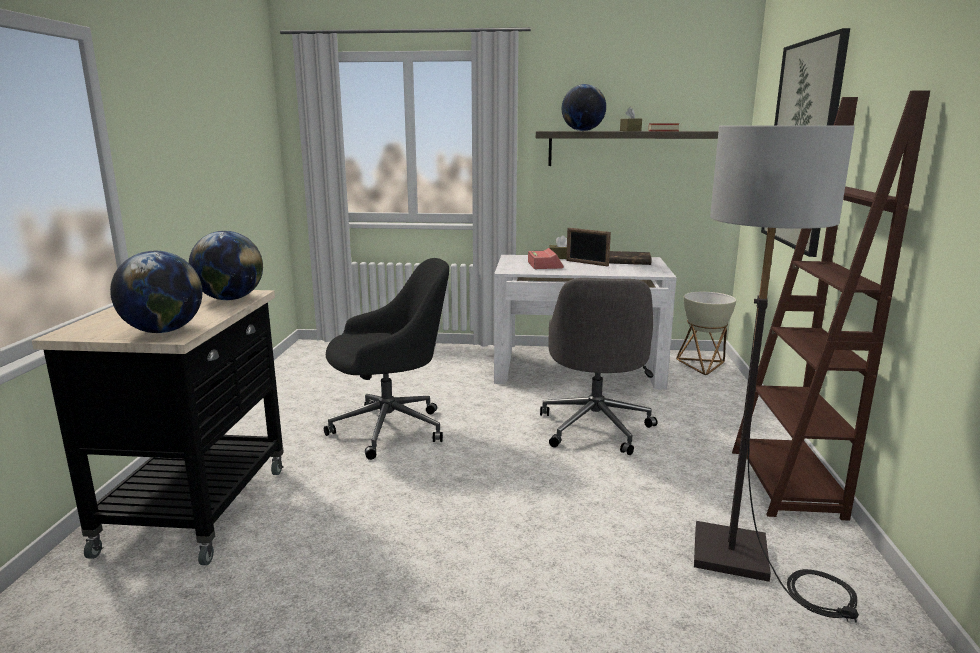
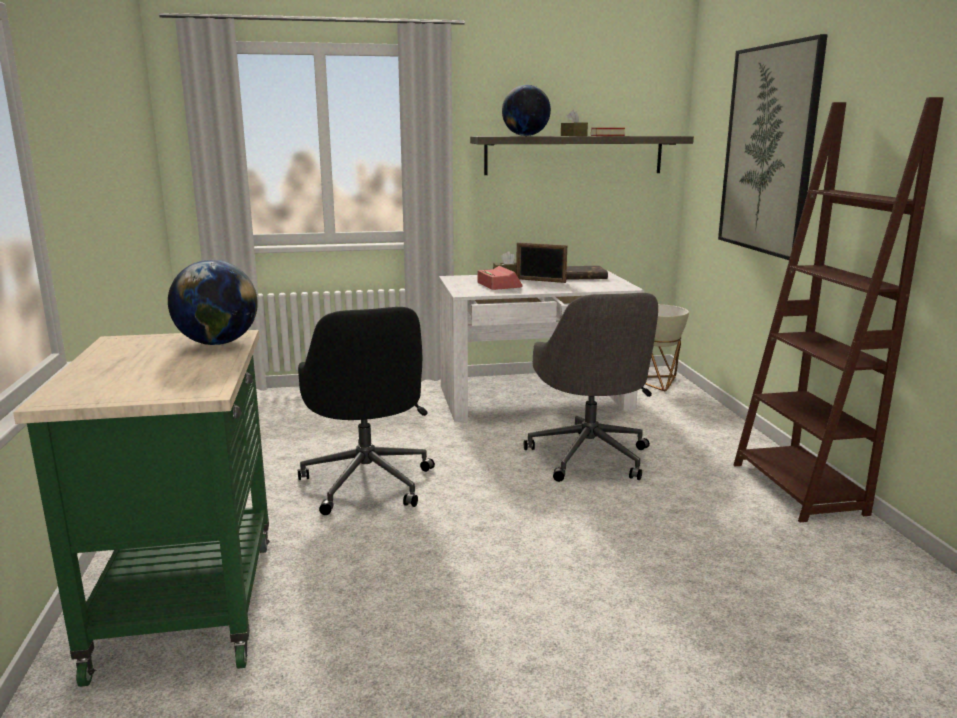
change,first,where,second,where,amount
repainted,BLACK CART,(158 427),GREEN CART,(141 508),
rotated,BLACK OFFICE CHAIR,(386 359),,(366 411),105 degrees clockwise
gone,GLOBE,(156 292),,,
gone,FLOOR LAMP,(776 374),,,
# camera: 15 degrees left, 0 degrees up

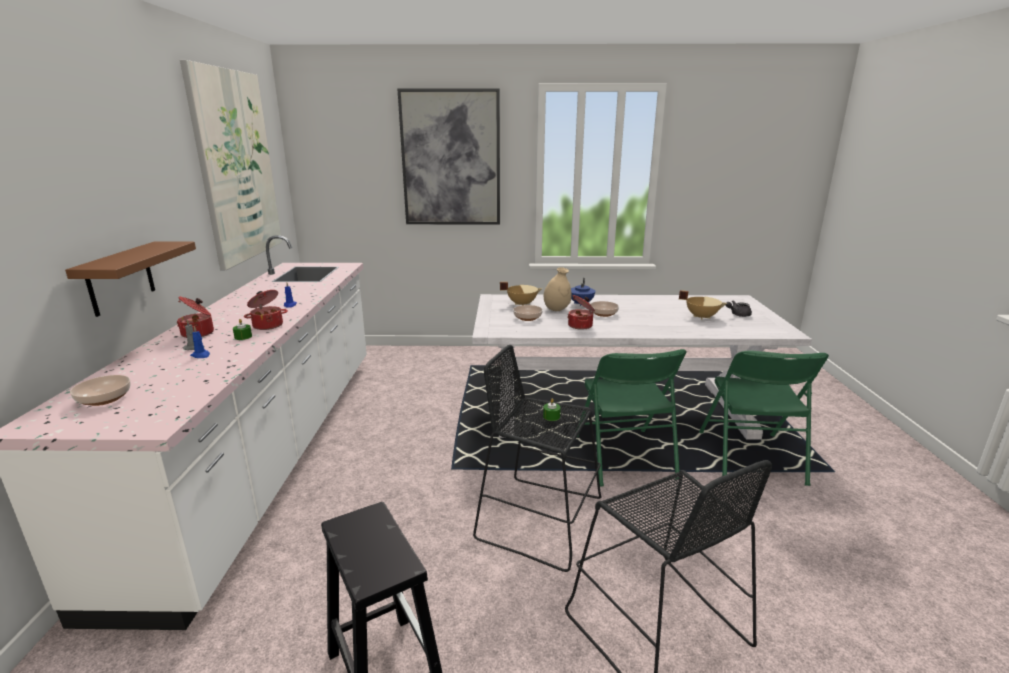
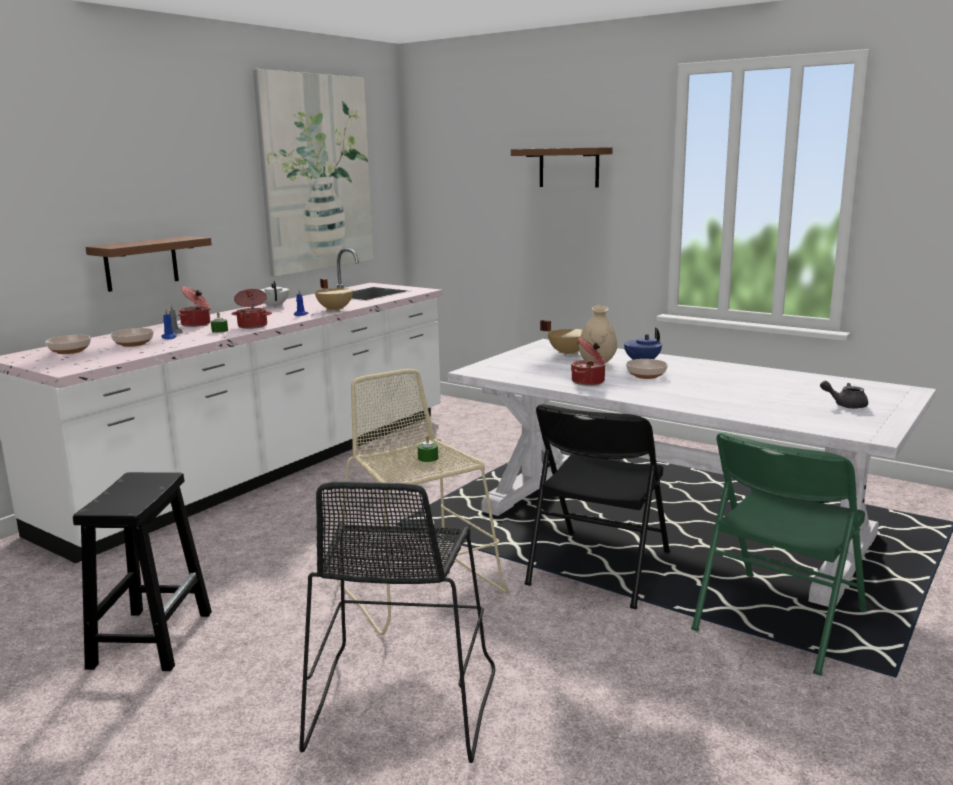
change,first,where,second,where,amount
shifted,BOWL,(528 313),,(132 337),
new,,,WHITE TEAPOT,(274 294),
shifted,BEIGE COOKING POT,(703 305),,(334 294),
repainted,BLACK STOOL,(537 458),BEIGE STOOL,(423 502),
swapped,PICTURE,(448 156),BROWN SHELF,(562 167),
repainted,GREEN CHAIR,(631 418),BLACK CHAIR,(597 506),
# camera: 35 degrees right, 5 degrees down

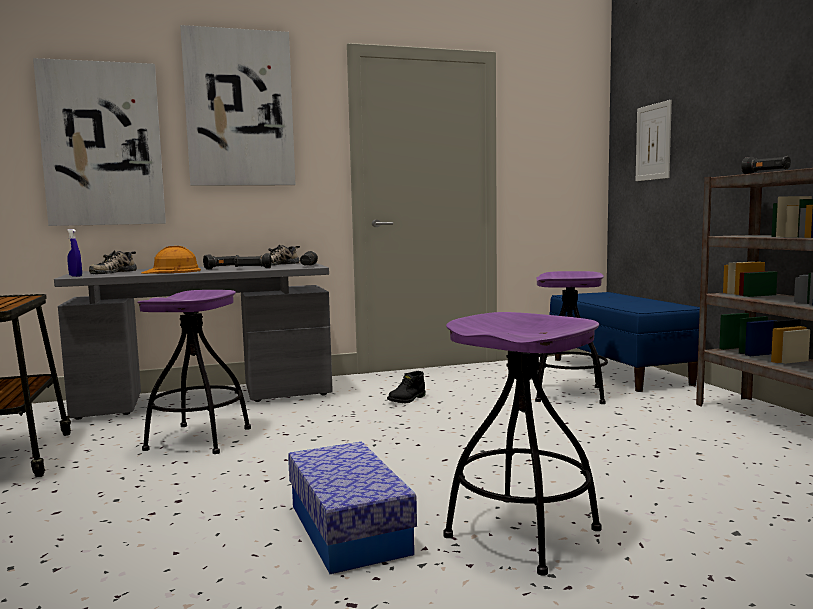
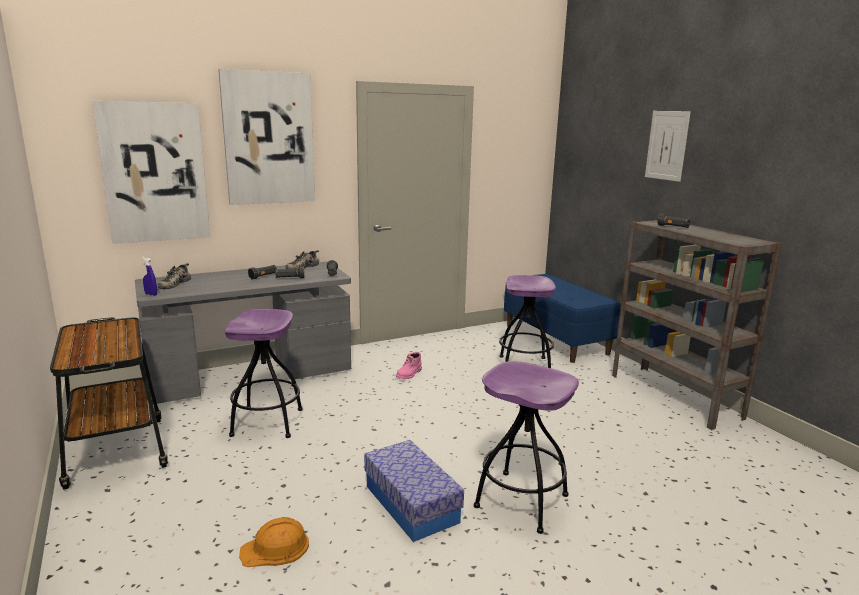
change,first,where,second,where,amount
shifted,ORANGE HARD HAT,(171 260),,(274 542),
repainted,BLACK BOOT,(406 387),PINK BOOT,(409 365),
shifted,PICTURE,(654 140),,(668 146),
# camera: 10 degrees left, 10 degrees up

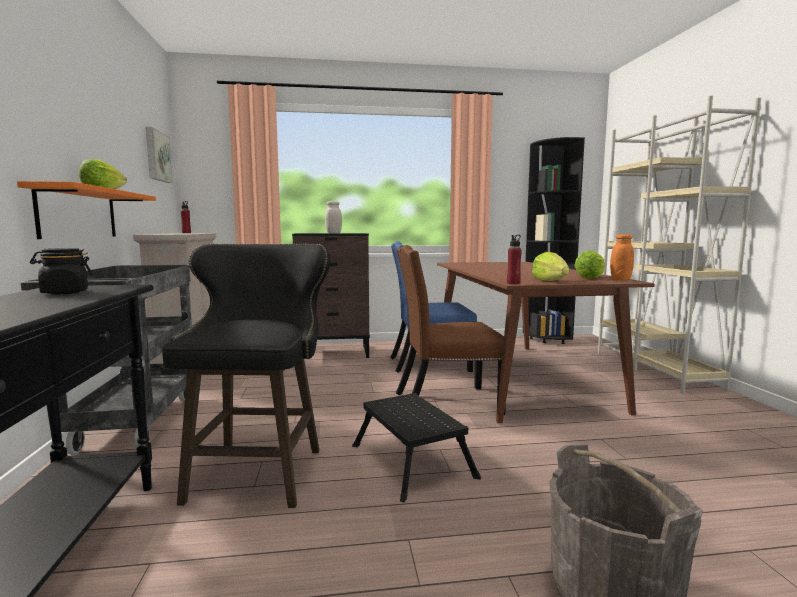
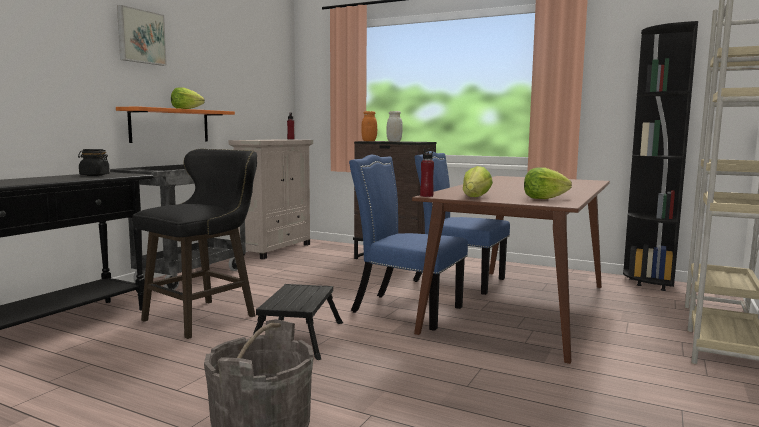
change,first,where,second,where,amount
shifted,PICTURE,(159 155),,(142 35),
repainted,BROWN CHAIR,(451 330),BLUE CHAIR,(408 243),
shifted,ORANGE JAR,(622 257),,(369 126),
# camera: 35 degrees right, 0 degrees up

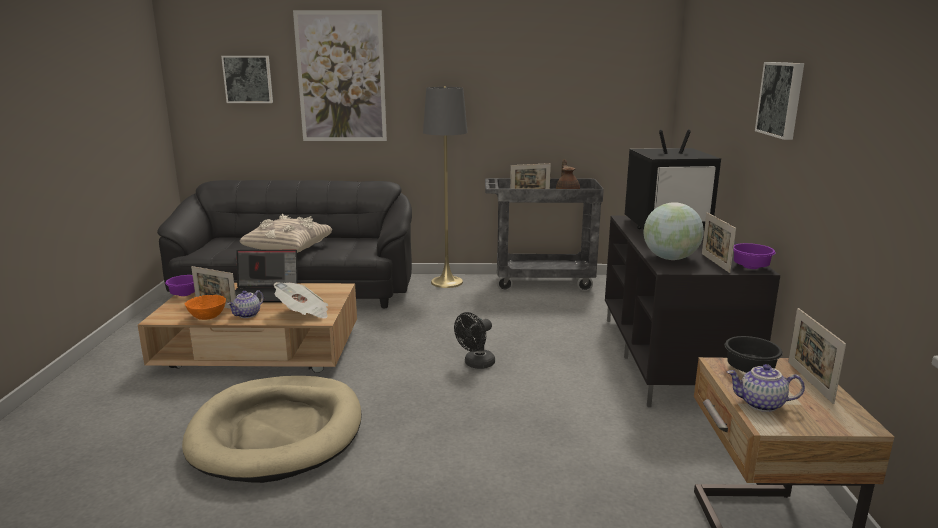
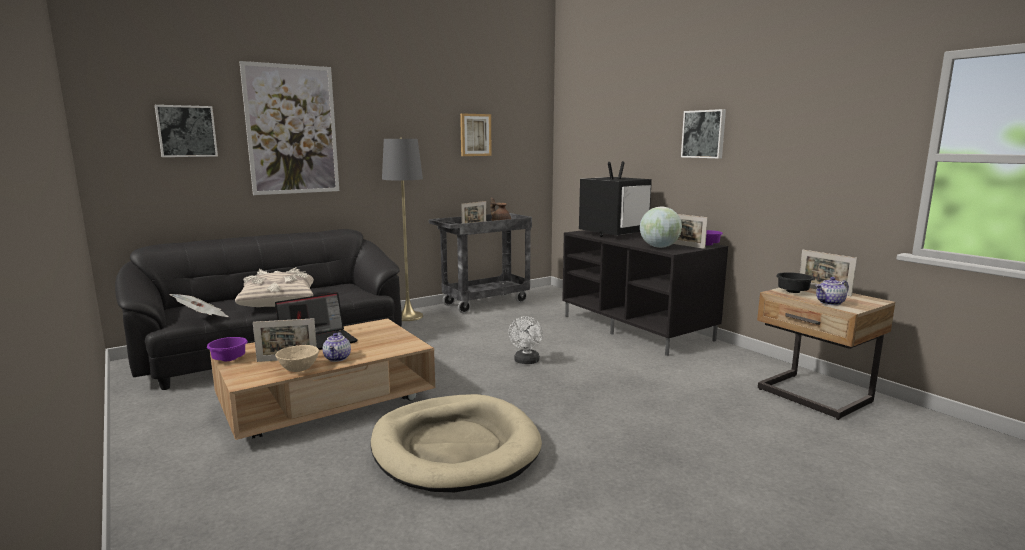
change,first,where,second,where,amount
shifted,NEWSPAPER,(301 300),,(199 305),
repainted,ORANGE BOWL,(205 307),BEIGE BOWL,(297 358),
new,,,PICTURE,(476 134),
repainted,BLACK FAN,(474 340),WHITE FAN,(525 340),
# camera: 35 degrees left, 5 degrees down

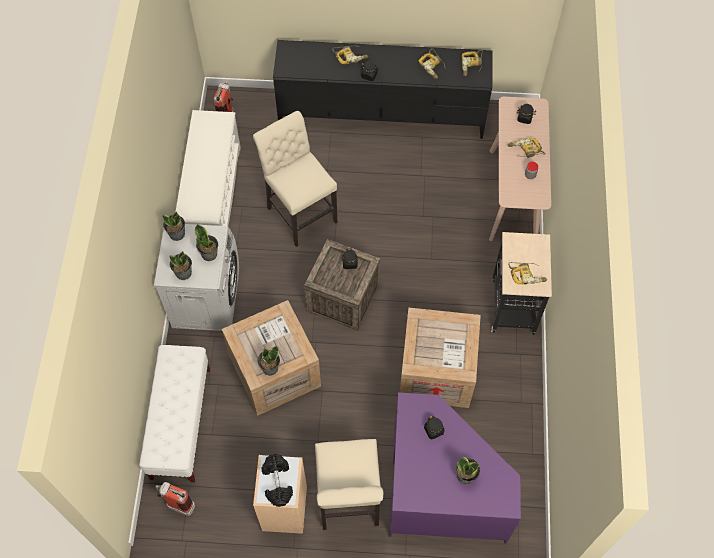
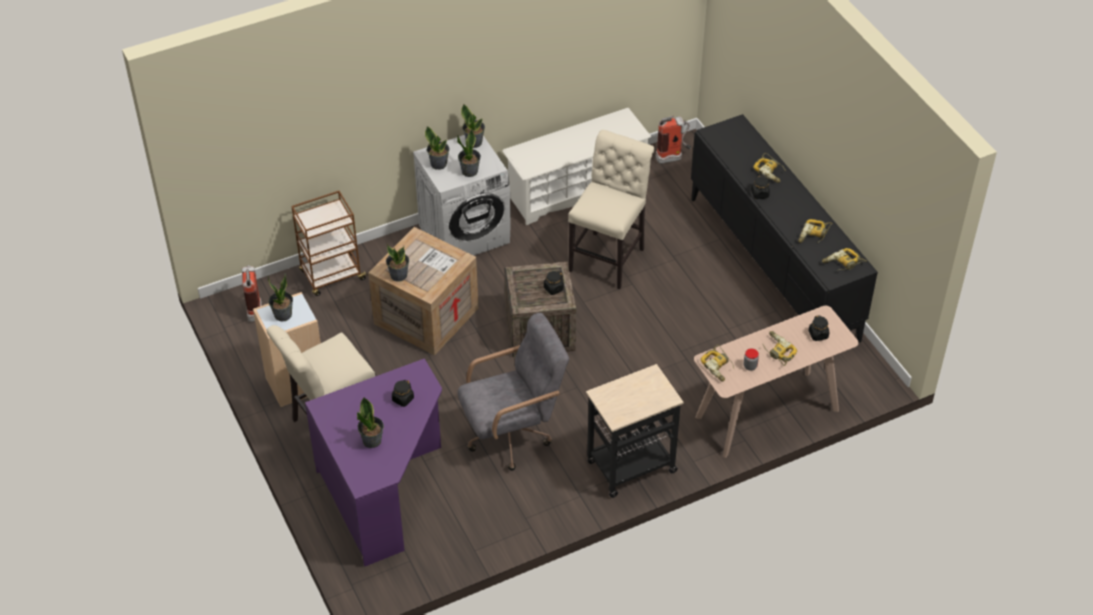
change,first,where,second,where,amount
swapped,BLACK DUMBBELL,(277 480),POTTED PLANT,(280 297),
swapped,WHITE BENCH,(174 414),BROWN CART,(329 243),
swapped,CRATE,(440 357),GREY OFFICE CHAIR,(513 392),
shifted,POWER DRILL,(527 273),,(717 363),
# camera: 60 degrees right, 15 degrees down

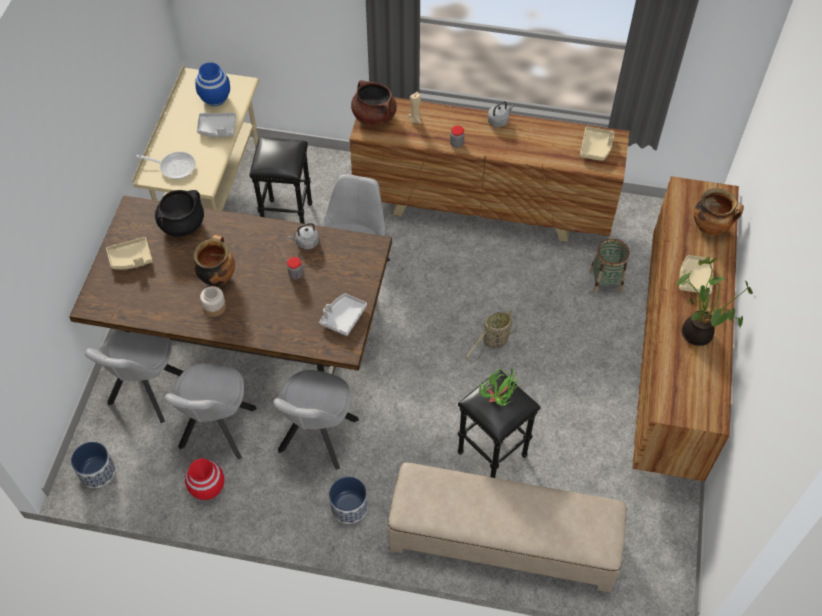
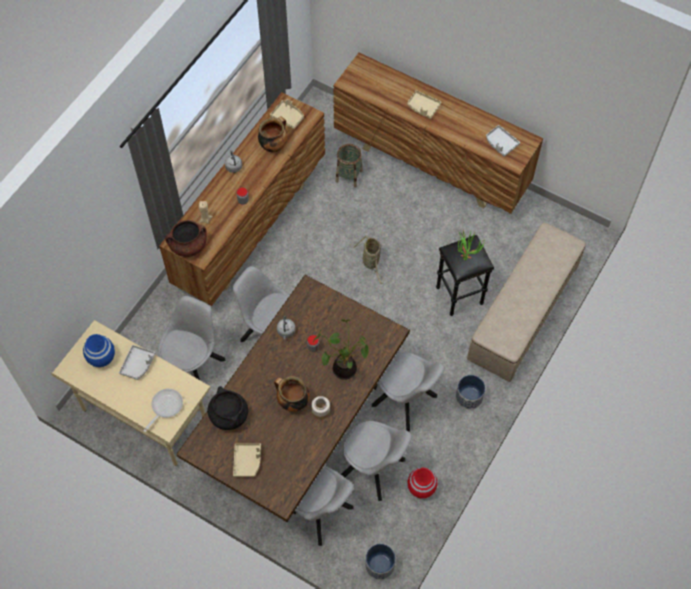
change,first,where,second,where,amount
swapped,BLACK STOOL,(280 180),GREY CHAIR,(192 338),
shifted,COOKING POT,(719 211),,(272 134),
shifted,POTTED PLANT,(714 301),,(340 350),
shifted,GREY TRAY,(343 314),,(503 141),
# camera: 70 degrees left, 5 degrees up

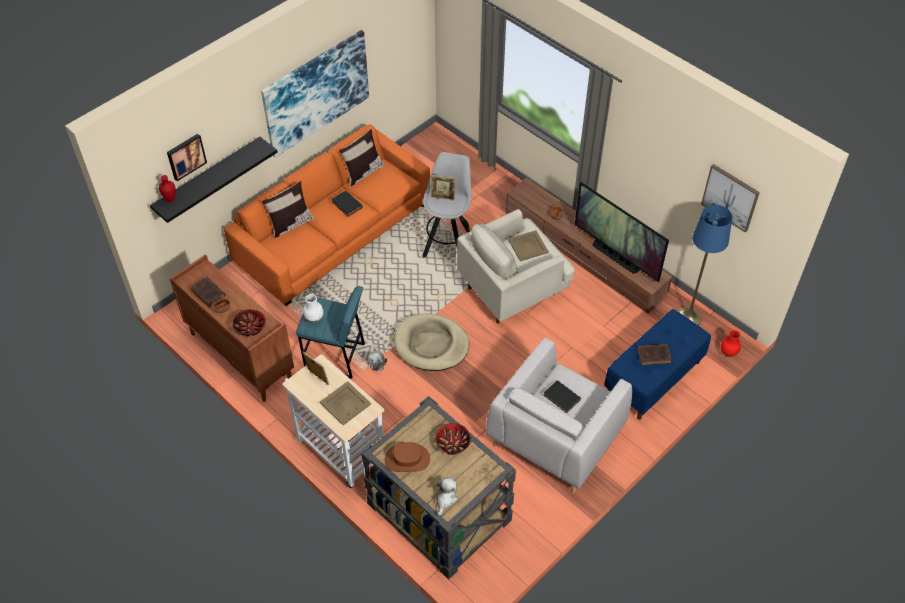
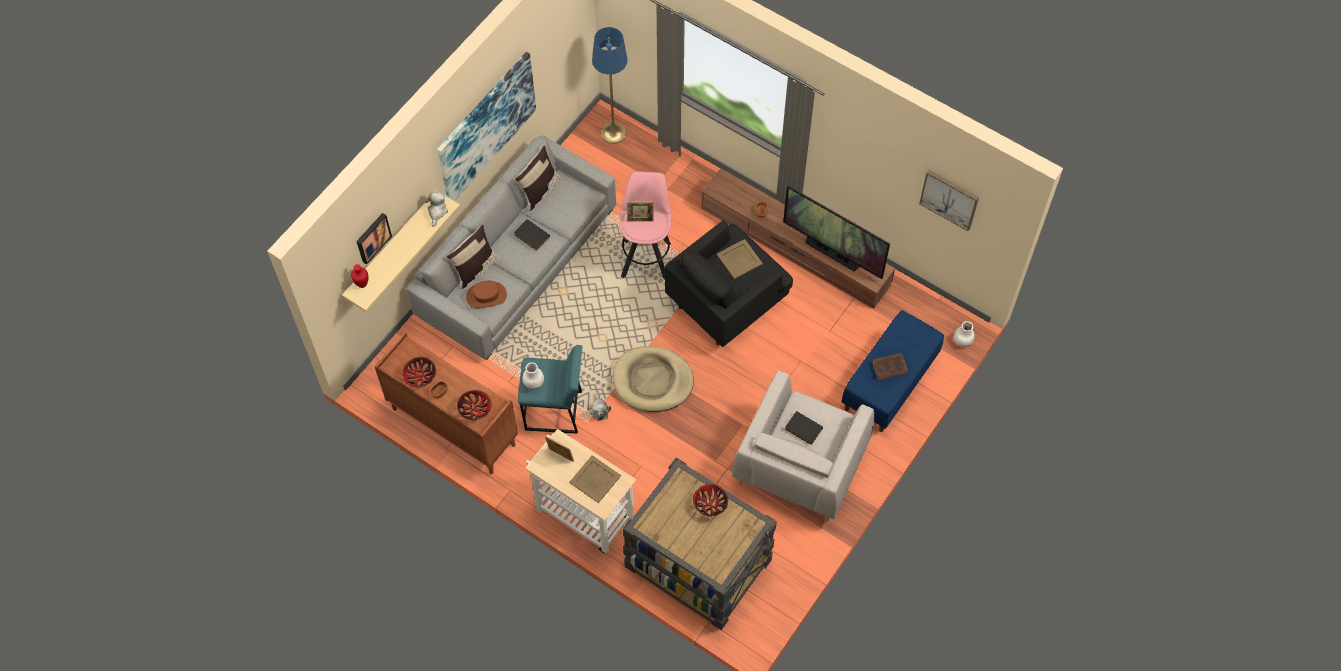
change,first,where,second,where,amount
repainted,BLACK SHELF,(214 180),BEIGE SHELF,(401 251),
swapped,BROWN BOOK,(208 292),BOWL,(419 372),
repainted,ORANGE SOFA,(327 215),GREY SOFA,(511 247),
shifted,PLUSH TOY,(445 496),,(436 209),
shifted,BROWN HAT,(407 457),,(486 295),
shifted,BLUE FLOOR LAMP,(705 265),,(610 85),
repainted,GREY STOOL,(447 204),PINK STOOL,(645 225),
repainted,BEIGE ARMCHAIR,(516 266),BLACK ARMCHAIR,(729 283),
repainted,RED VASE,(731 343),WHITE VASE,(964 334),
# camera: 10 degrees left, 10 degrees up

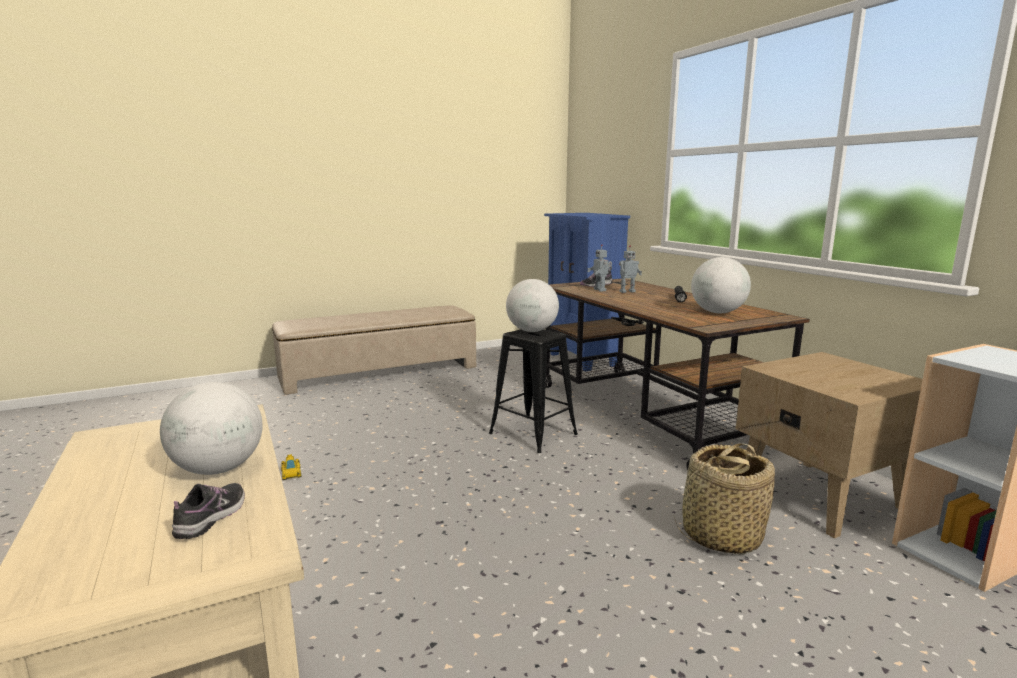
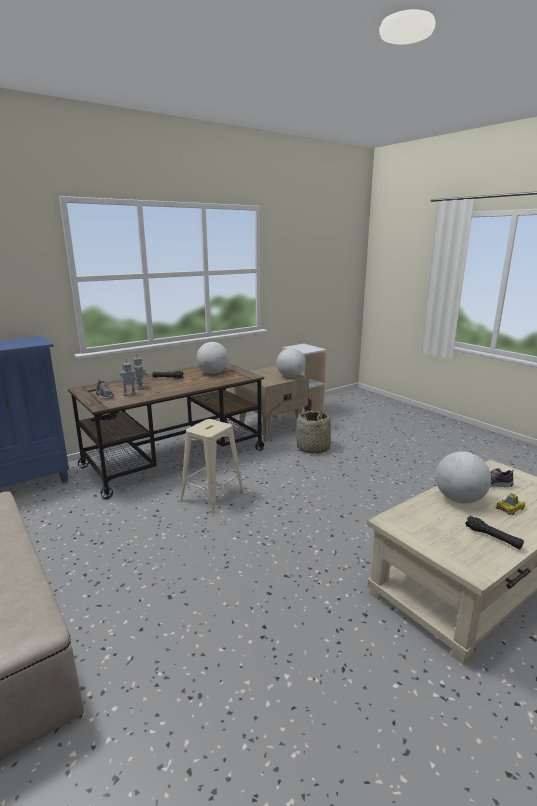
change,first,where,second,where,amount
repainted,BLACK STOOL,(533 391),BEIGE STOOL,(212 467),
shifted,GLOBE,(532 305),,(291 362),
new,,,BLACK FLASHLIGHT,(494 532),
shifted,TOY CAR,(291 467),,(510 504),
# camera: 100 degrees left, 5 degrees up

